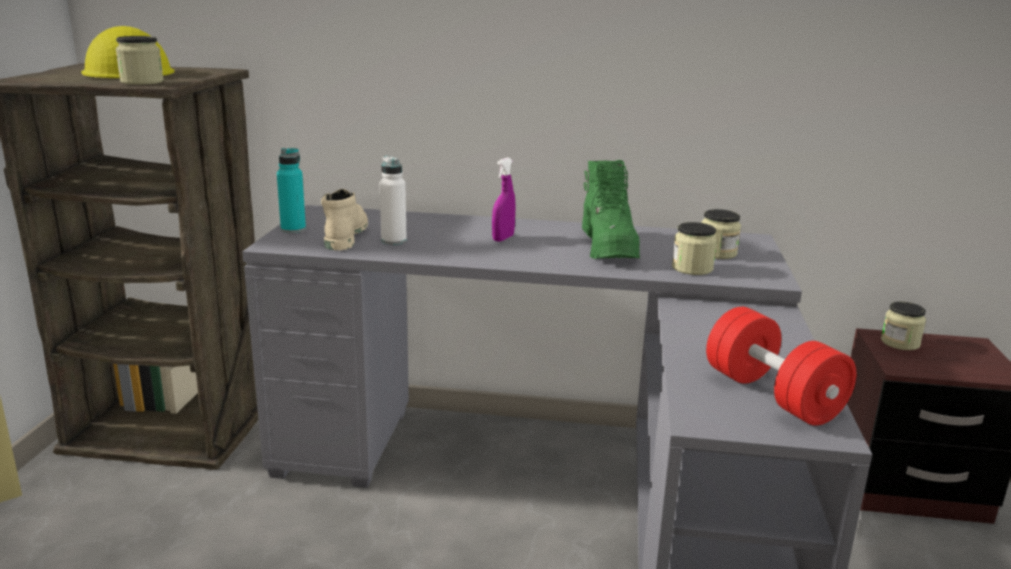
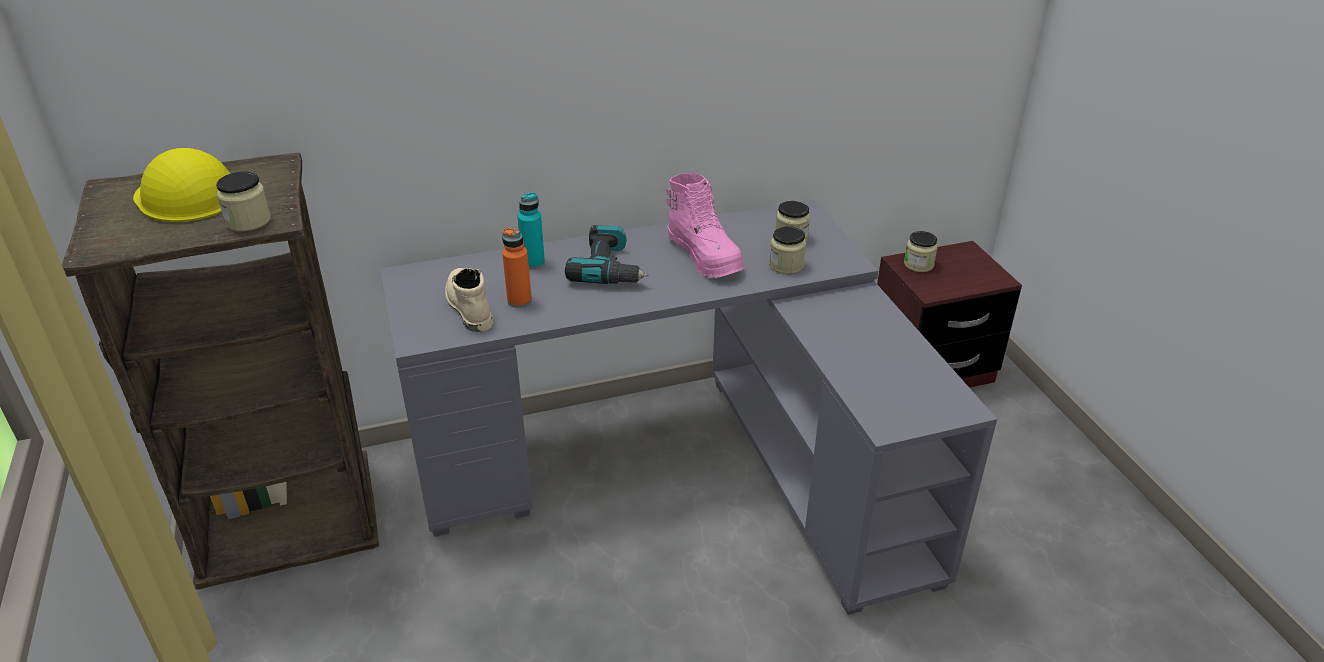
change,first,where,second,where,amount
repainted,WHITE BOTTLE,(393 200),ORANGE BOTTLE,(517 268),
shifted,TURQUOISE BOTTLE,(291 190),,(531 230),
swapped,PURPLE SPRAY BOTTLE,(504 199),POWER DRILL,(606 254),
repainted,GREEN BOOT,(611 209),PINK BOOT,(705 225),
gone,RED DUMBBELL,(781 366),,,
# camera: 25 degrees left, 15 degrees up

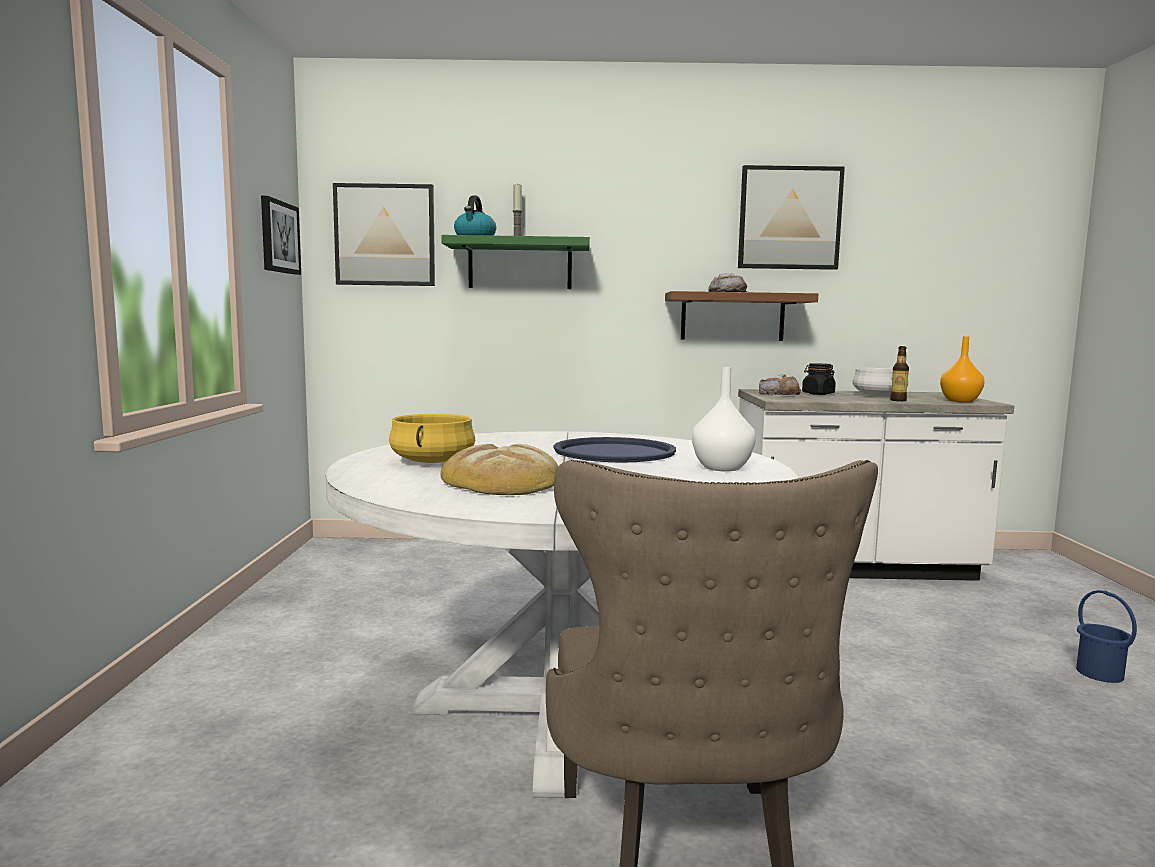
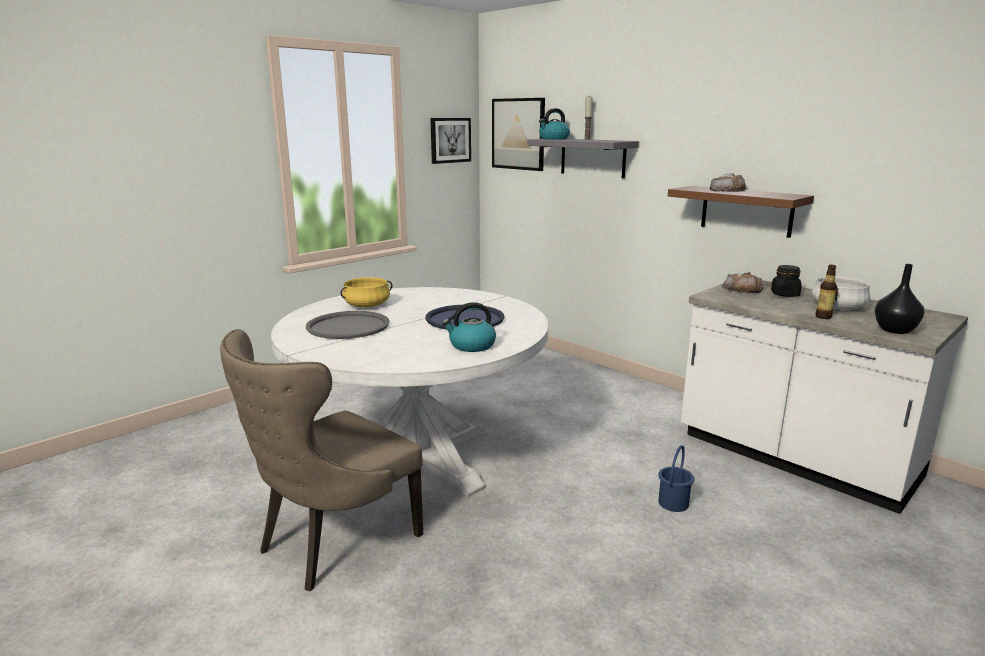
change,first,where,second,where,amount
swapped,BREAD,(499 469),GREY TRAY,(347 325),
swapped,WHITE VASE,(724 419),KETTLE,(469 327),
repainted,GREEN SHELF,(515 262),GREY SHELF,(583 158),
shifted,BLUE BUCKET,(1106 636),,(676 478),
repainted,ORANGE VASE,(962 369),BLACK VASE,(899 299),
gone,PICTURE,(791 217),,,
# camera: 45 degrees right, 10 degrees up

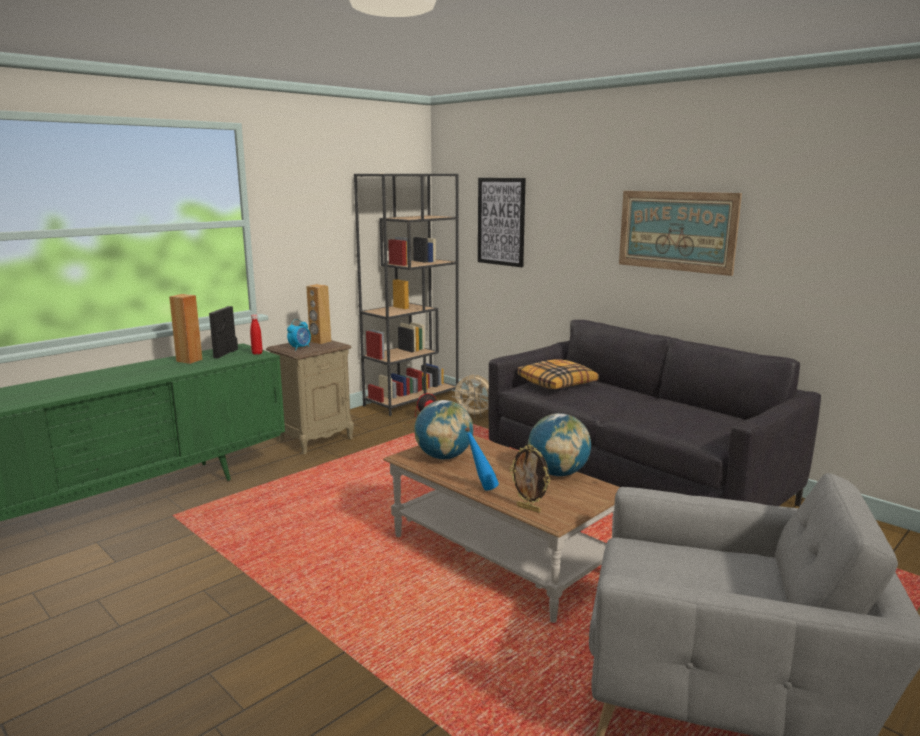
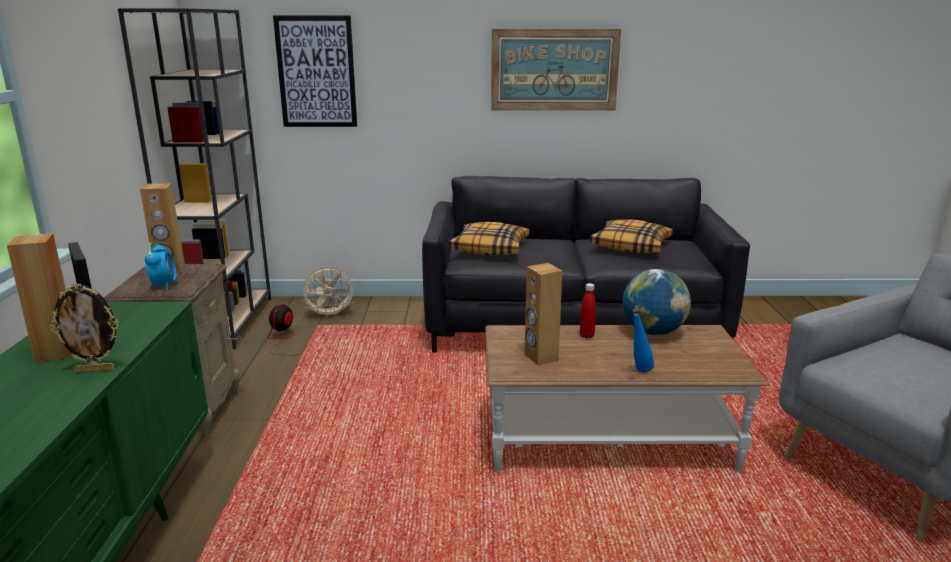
change,first,where,second,where,amount
shifted,PICTURE FRAME,(530 479),,(84 328),
swapped,GLOBE,(443 429),BROWN SPEAKER,(543 314),
shifted,RED BOTTLE,(256 334),,(588 310),
new,,,PILLOW,(631 236),
# camera: 45 degrees left, 5 degrees up

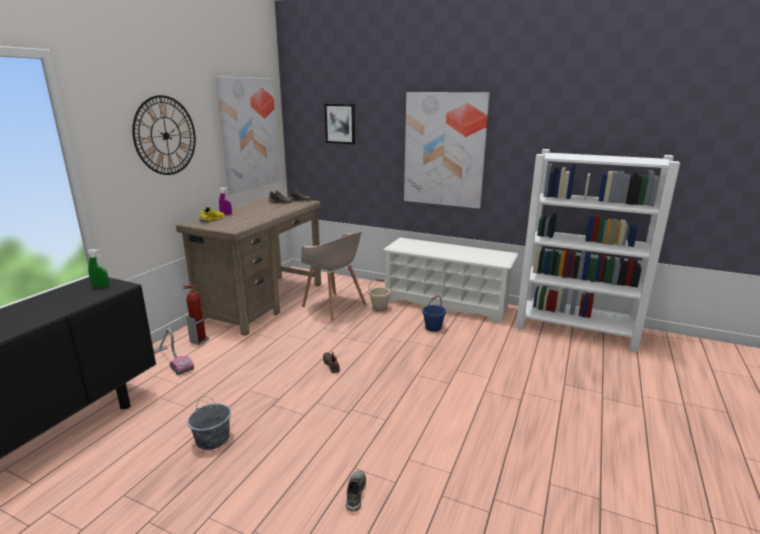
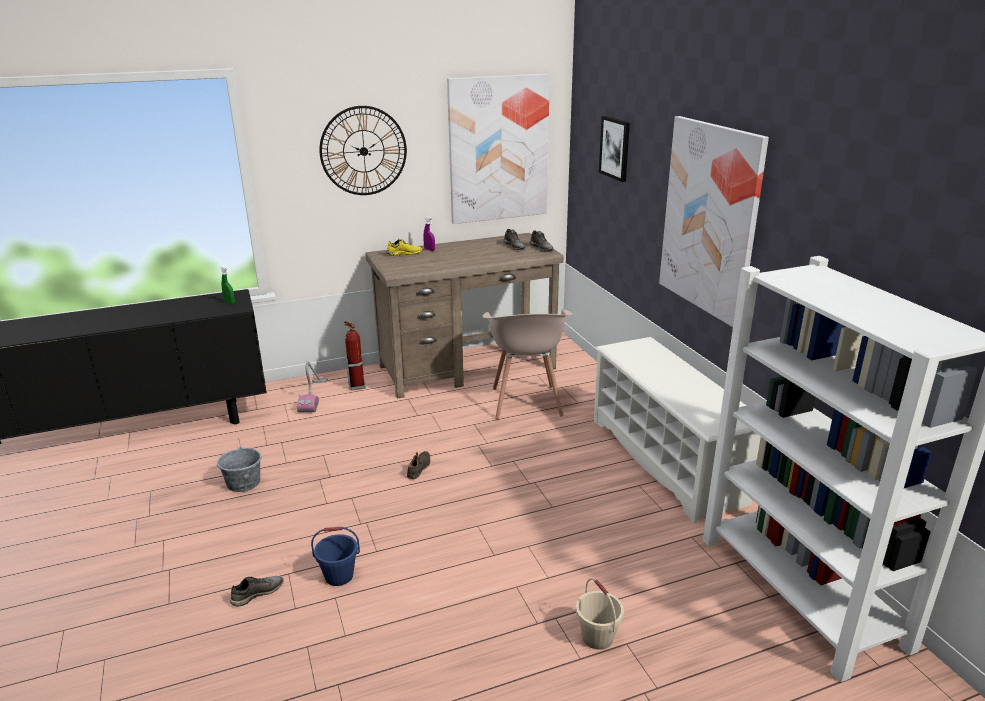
change,first,where,second,where,amount
shifted,BLUE BUCKET,(434 313),,(335 556),
shifted,BEIGE BUCKET,(380 295),,(600 614),
# camera: 45 degrees right, 5 degrees up

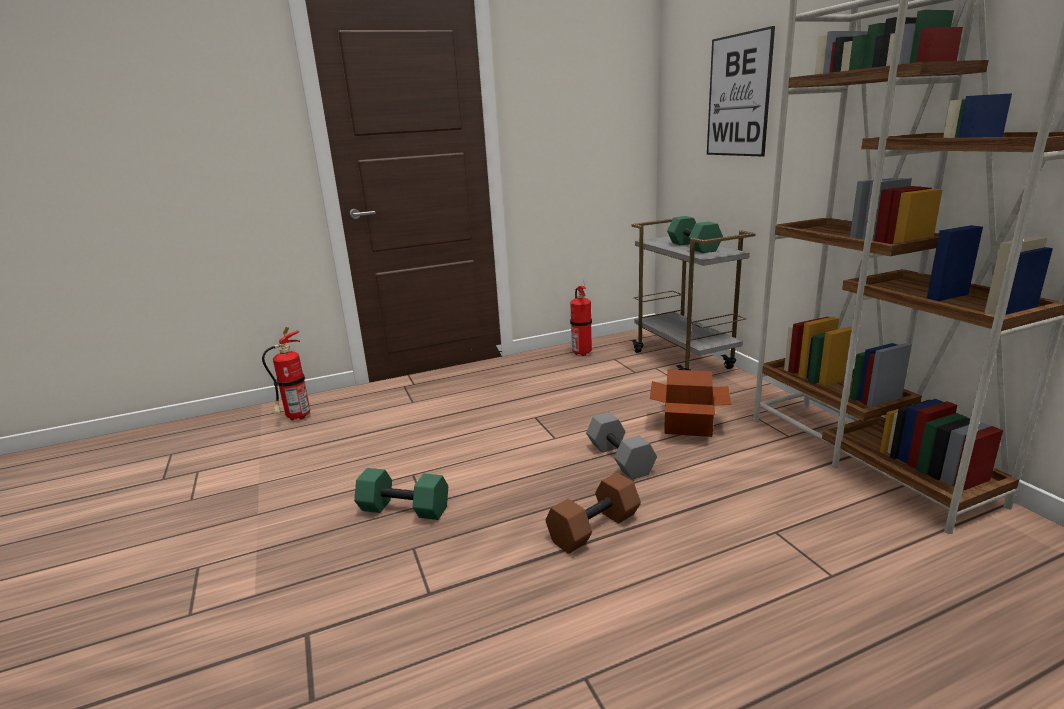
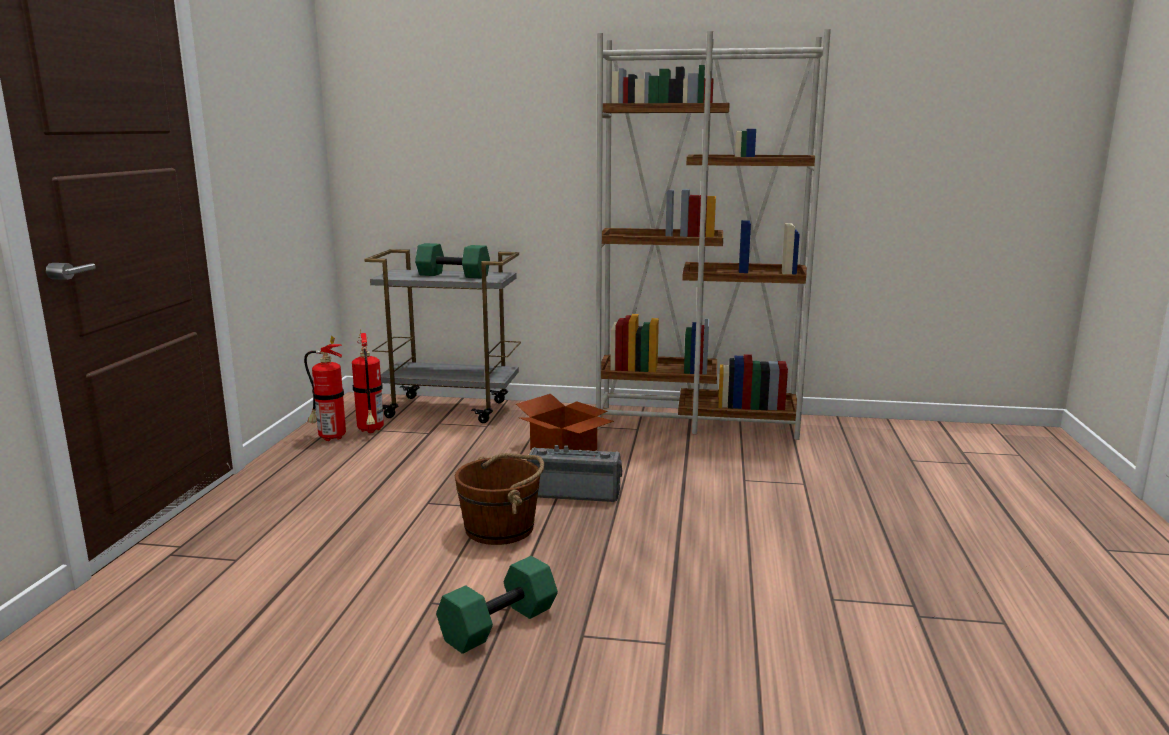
change,first,where,second,where,amount
shifted,FIRE EXTINGUISHER,(286 373),,(368 381),
new,,,BROWN BUCKET,(499 499),
swapped,GREY DUMBBELL,(621 446),RADIO,(574 473),
gone,BROWN DUMBBELL,(593 513),,,
gone,PICTURE,(741 91),,,
# camera: 60 degrees left, 5 degrees down

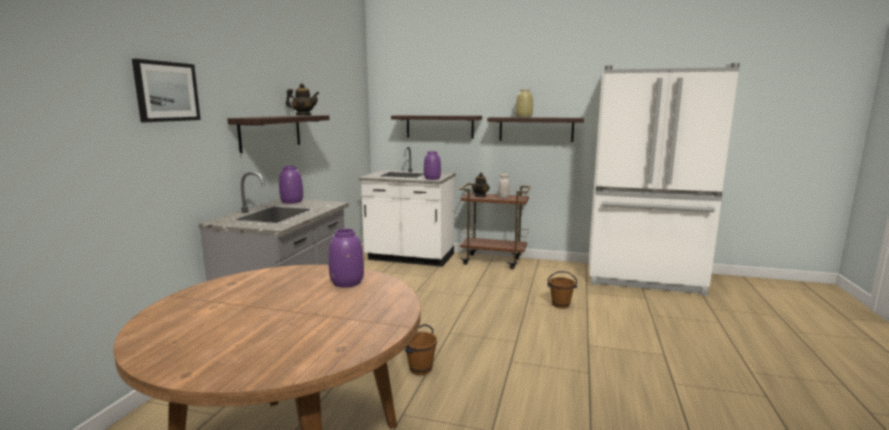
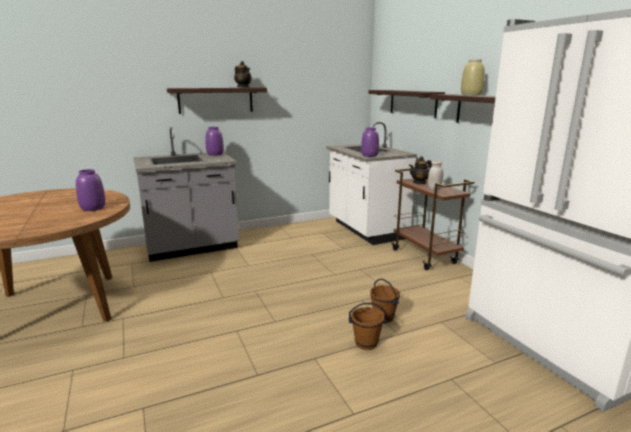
change,first,where,second,where,amount
shifted,BROWN BUCKET,(420 349),,(368 326),
gone,PICTURE,(166 90),,,
# camera: 50 degrees right, 5 degrees up

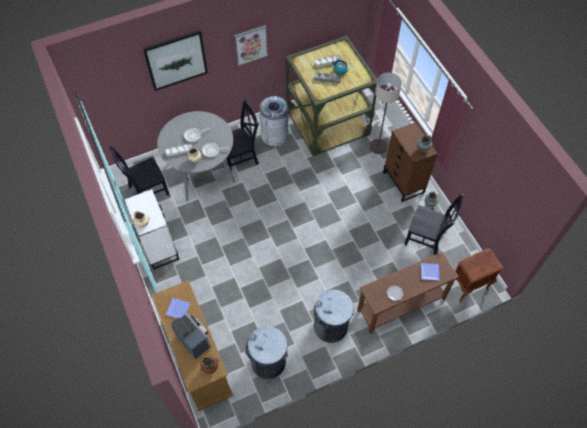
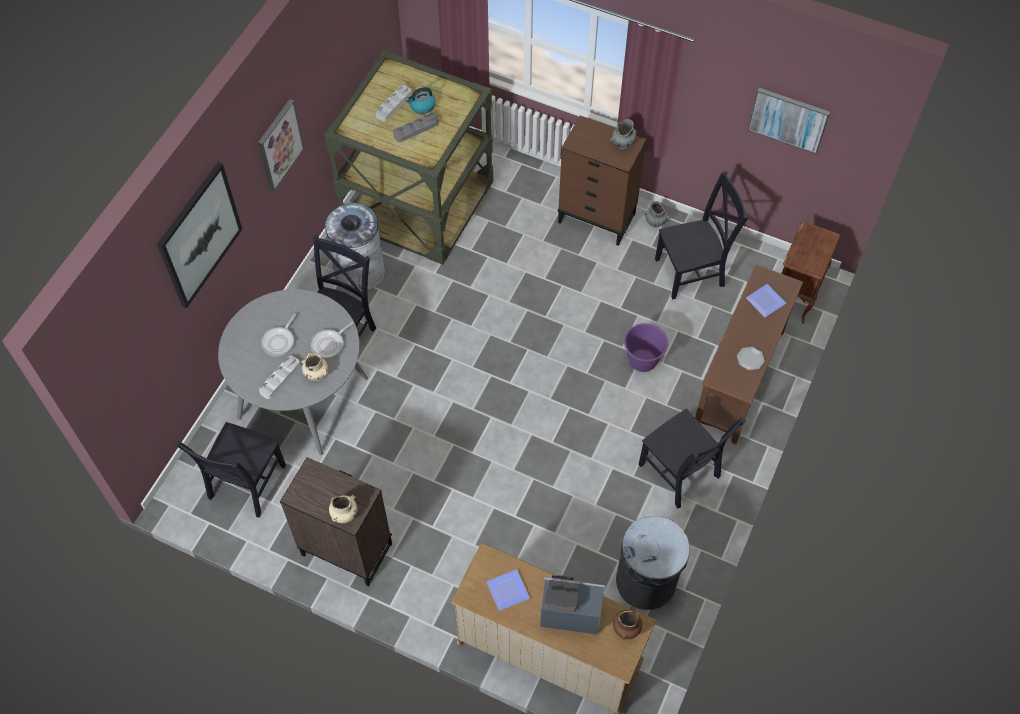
change,first,where,second,where,amount
repainted,WHITE DRESSER,(151 229),BROWN DRESSER,(336 521),
new,,,PURPLE BUCKET,(646 347),
swapped,GREY TRASH CAN,(334 316),BLACK CHAIR,(692 459),
new,,,PICTURE,(789 121),
gone,GREY FLOOR LAMP,(386 113),,,
# camera: 40 degrees left, 0 degrees up

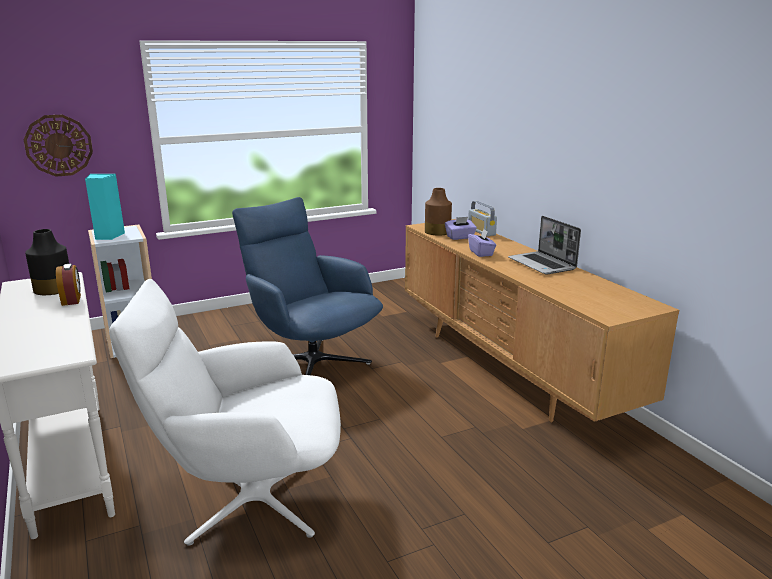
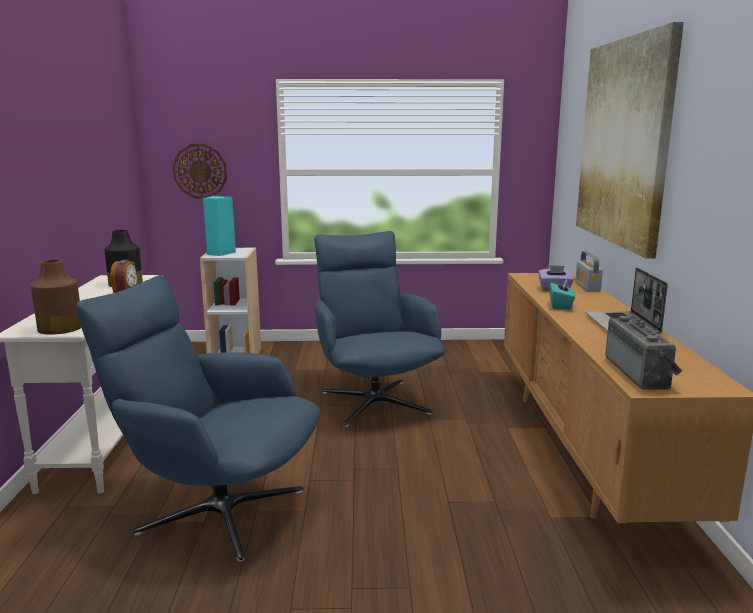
change,first,where,second,where,amount
shifted,BROWN VASE,(438 211),,(56 297),
repainted,WHITE ARMCHAIR,(225 412),BLUE ARMCHAIR,(198 418),
repainted,PURPLE TISSUE BOX,(482 243),TURQUOISE TISSUE BOX,(562 294),
new,,,PICTURE,(630 140),
new,,,RADIO,(643 353),
# camera: 25 degrees right, 5 degrees down

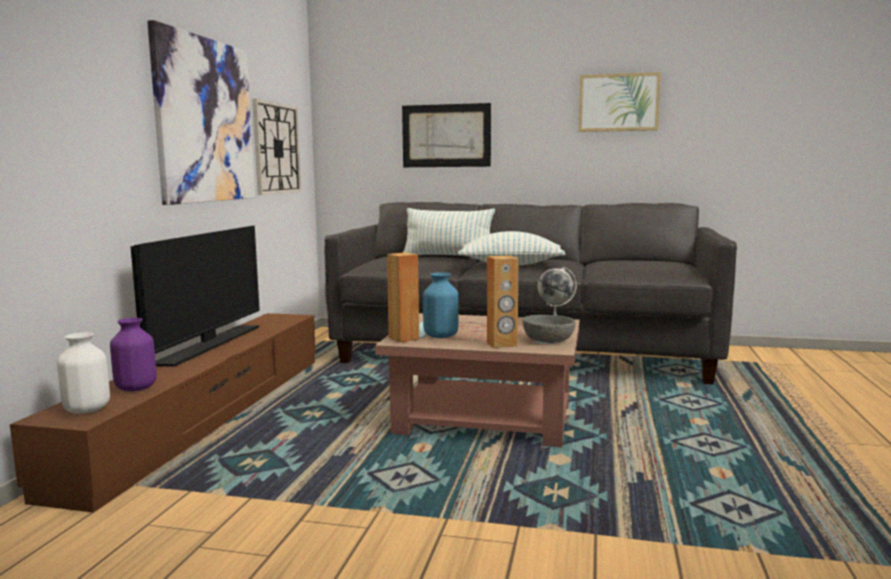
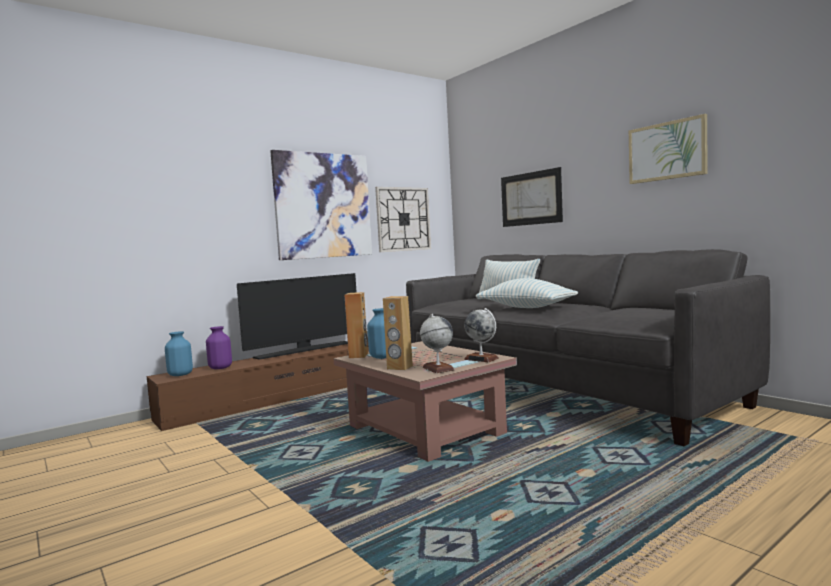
change,first,where,second,where,amount
repainted,WHITE VASE,(83 373),BLUE VASE,(179 353),
swapped,GREY BOWL,(549 329),GLOBE,(437 343),
# camera: 40 degrees right, 5 degrees down

